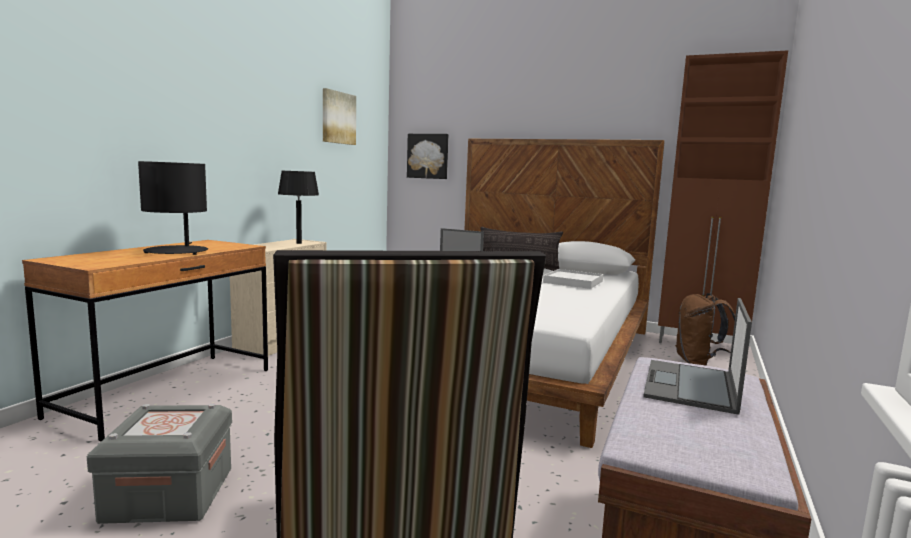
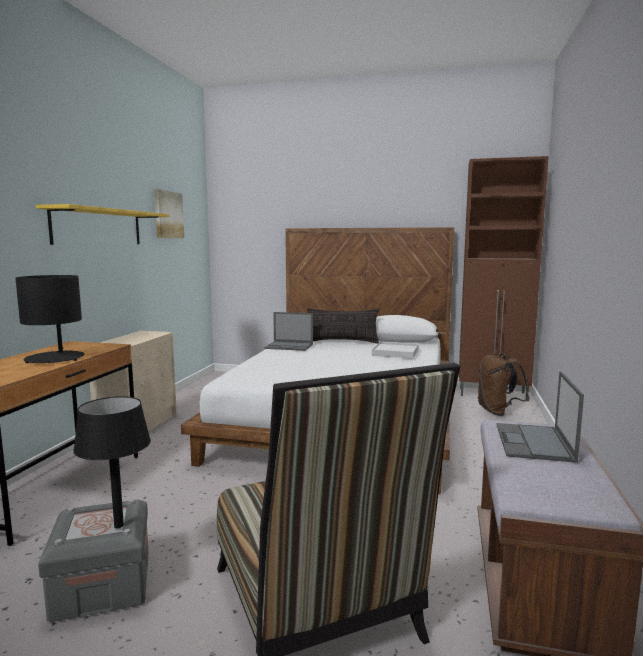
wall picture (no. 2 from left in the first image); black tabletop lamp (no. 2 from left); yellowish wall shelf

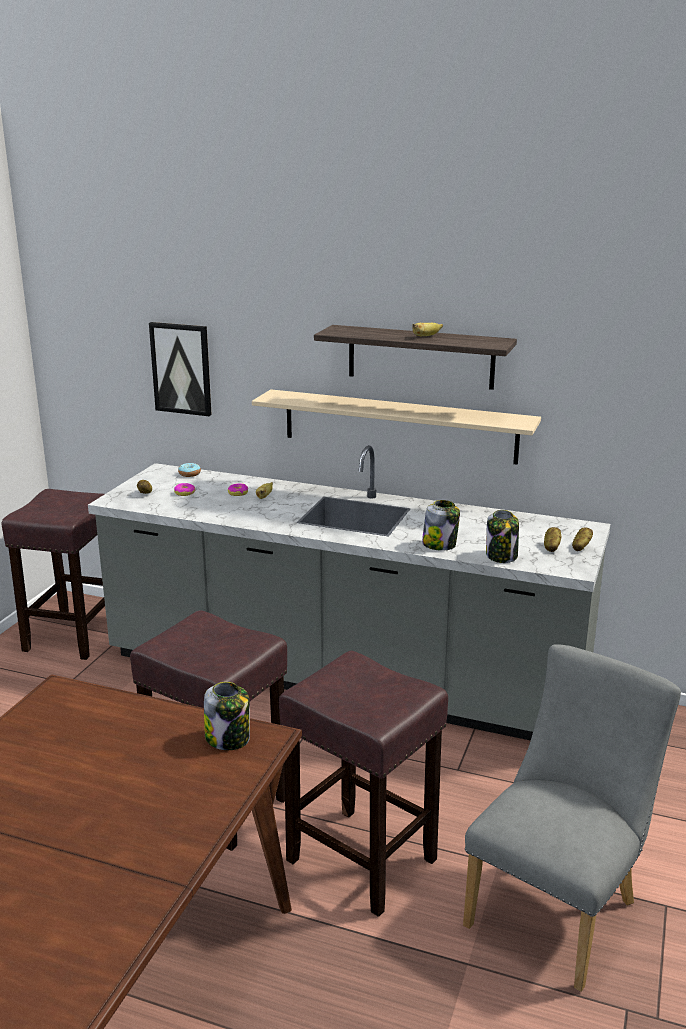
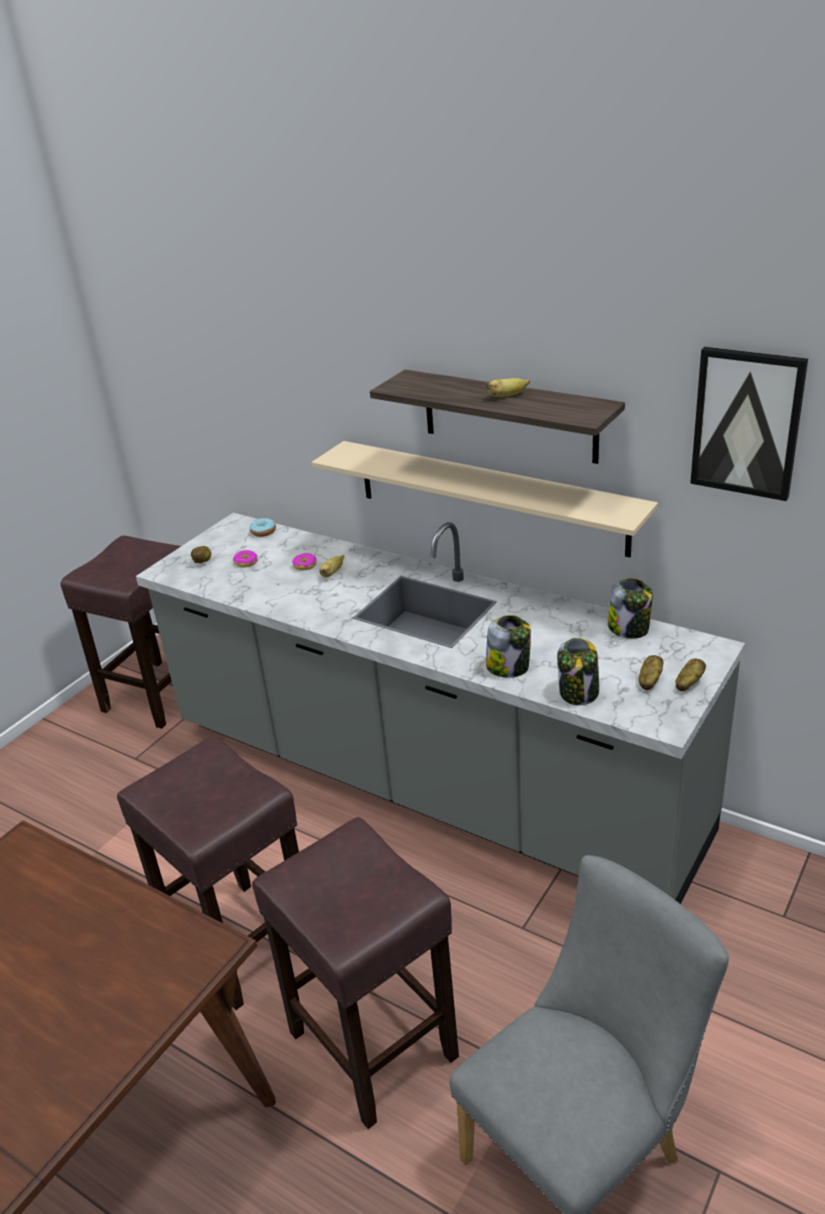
wall picture; preserve jar (no. 3 from left)

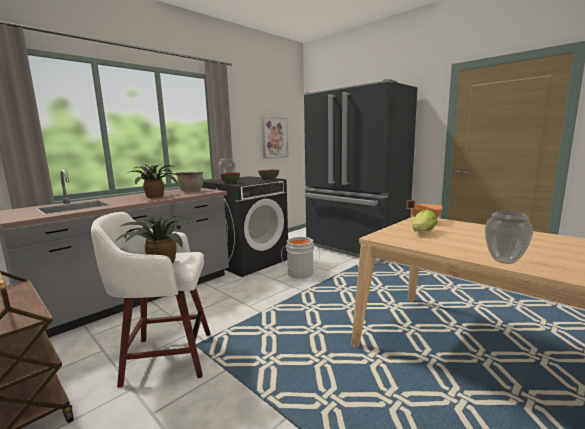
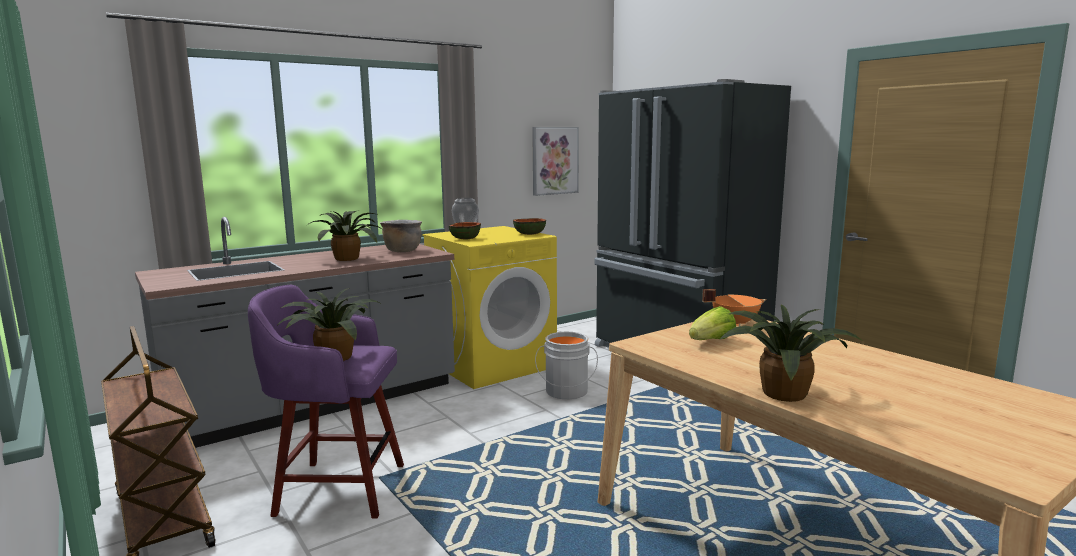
yellowish laundry appliance; plant in a pot (no. 3 from left); purple stool seat

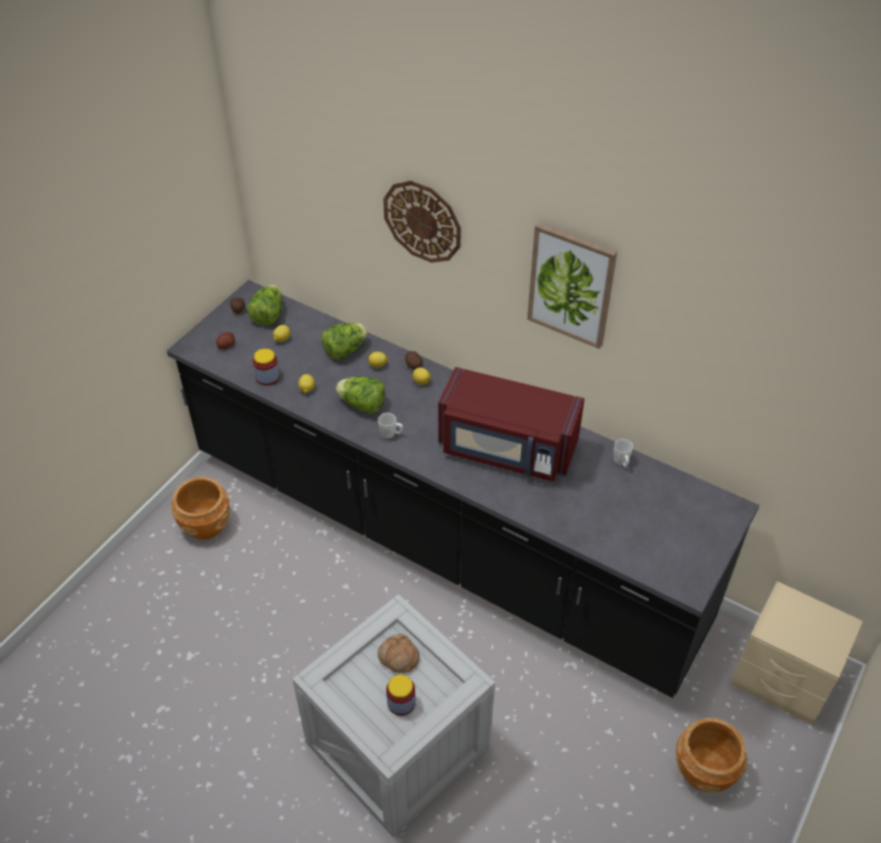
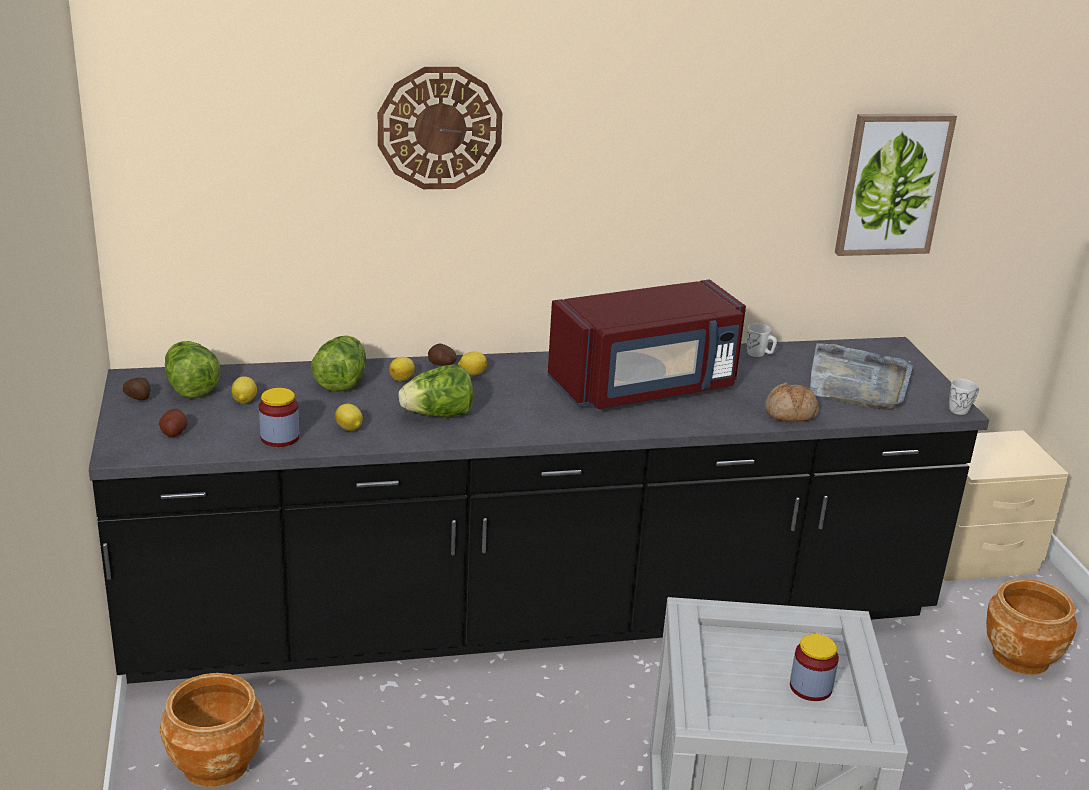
wall picture; whitish coffee mug (no. 2 from left); baked bread; grey carrying tray

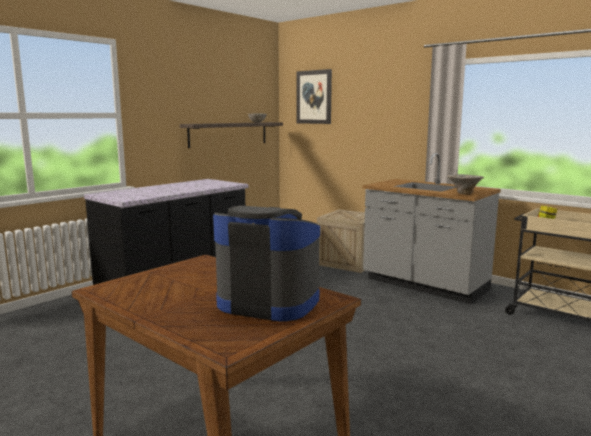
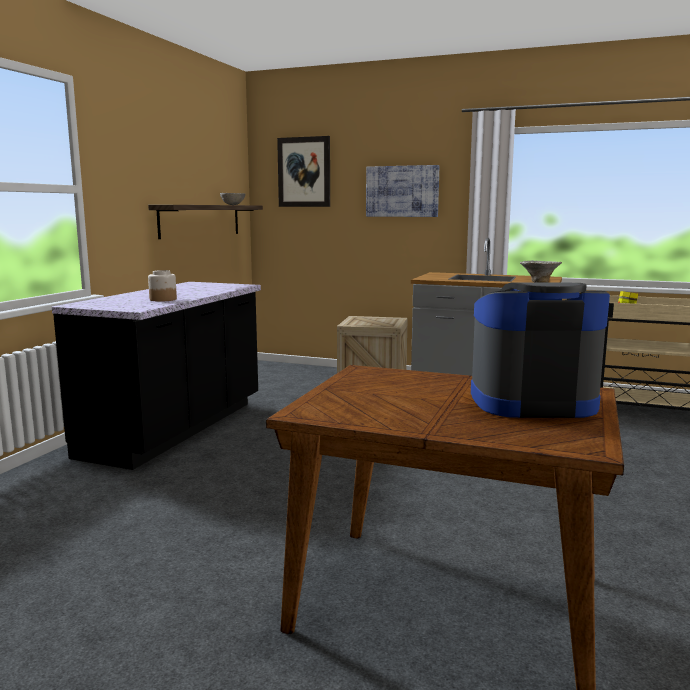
wall picture (no. 2 from left); preserve jar (no. 1 from left)

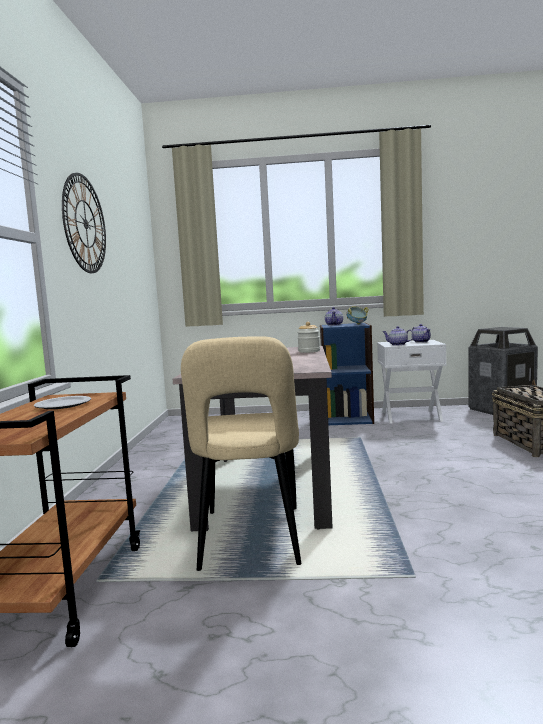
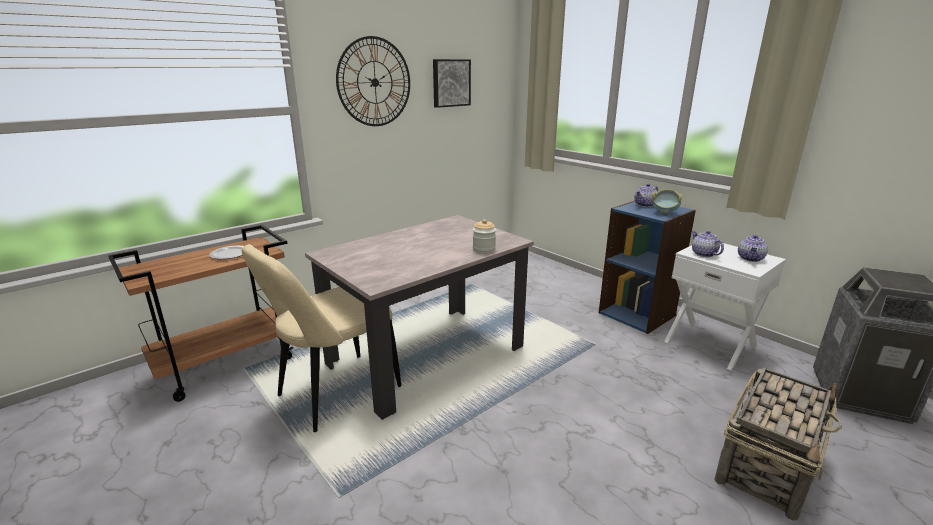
wall picture

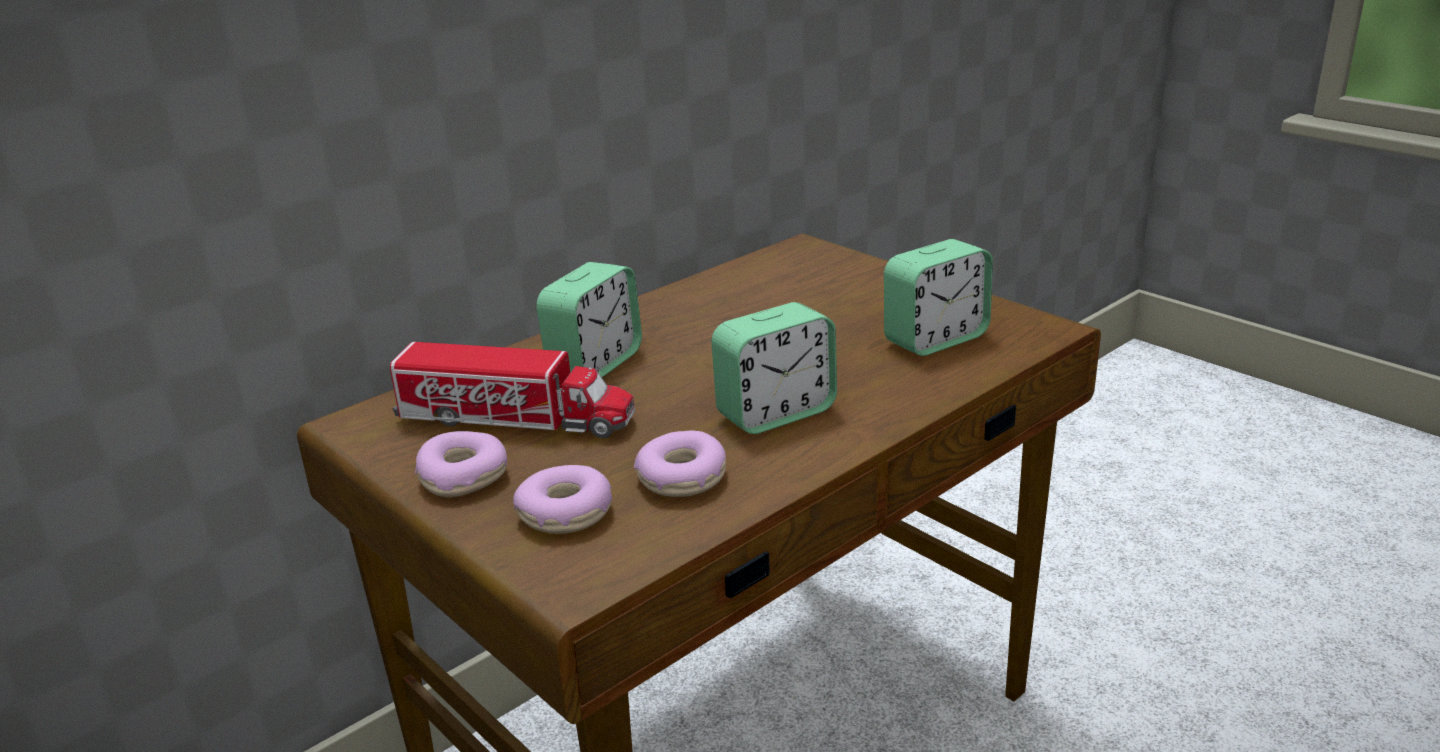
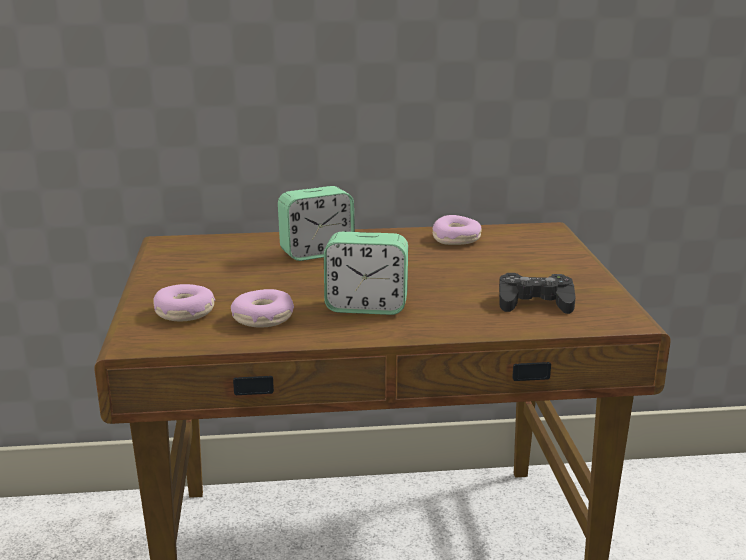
black joypad; toy truck; donut (no. 3 from left)

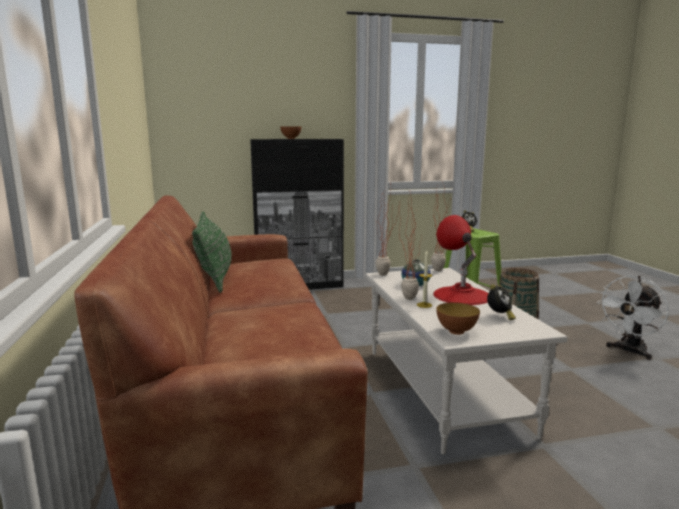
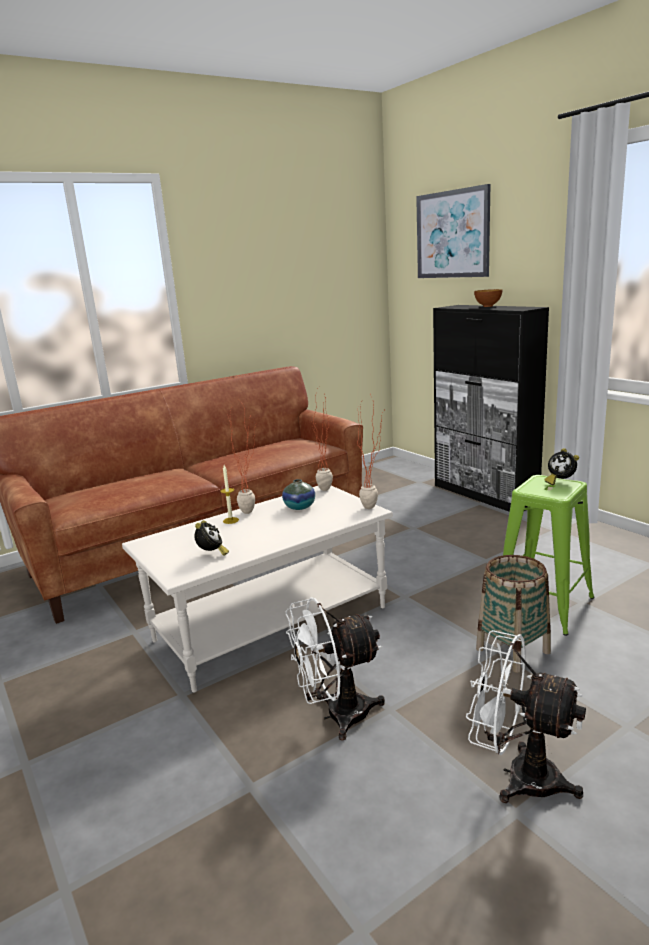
greenish throw pillow; reddish tabletop lamp; alarm clock (no. 1 from left); deep dish (no. 2 from left in the first image); wall picture; whitish electric fan (no. 1 from left)

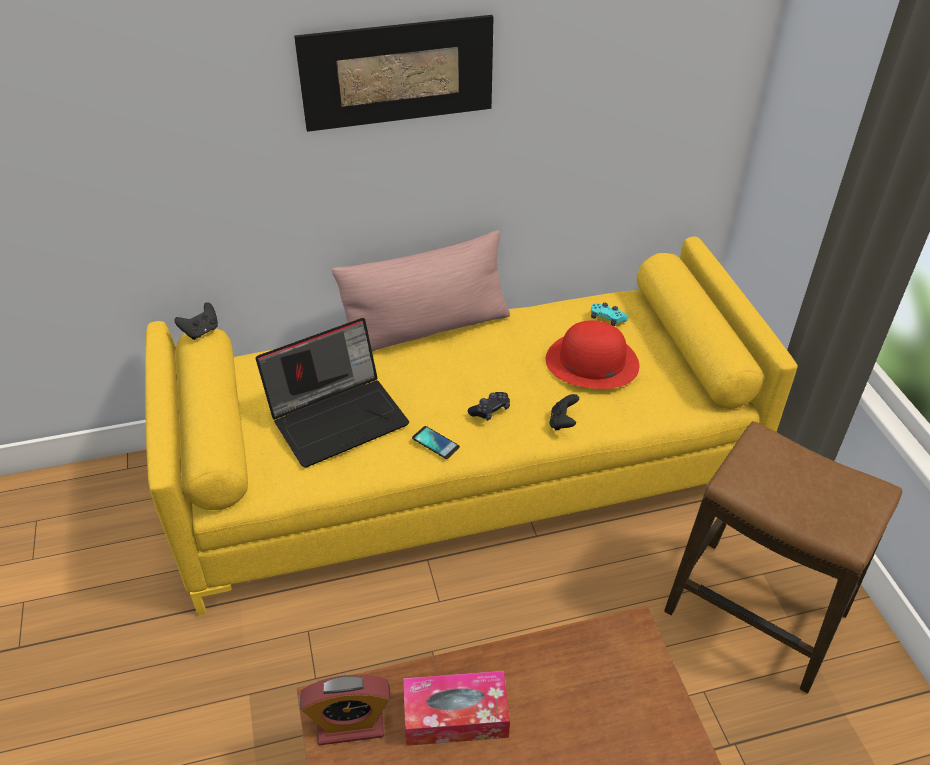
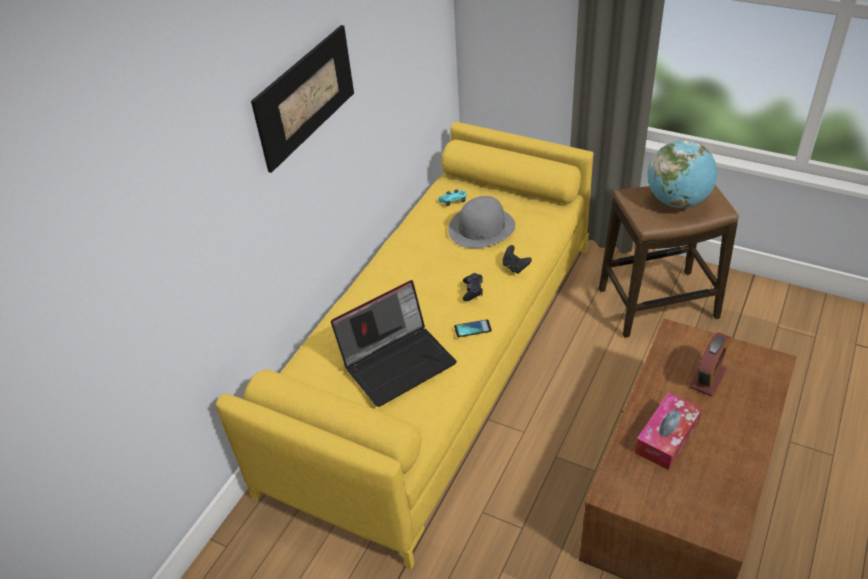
pinkish throw pillow; black joypad (no. 1 from left in the first image); notebook computer; grey wearable hat; alarm clock; globe

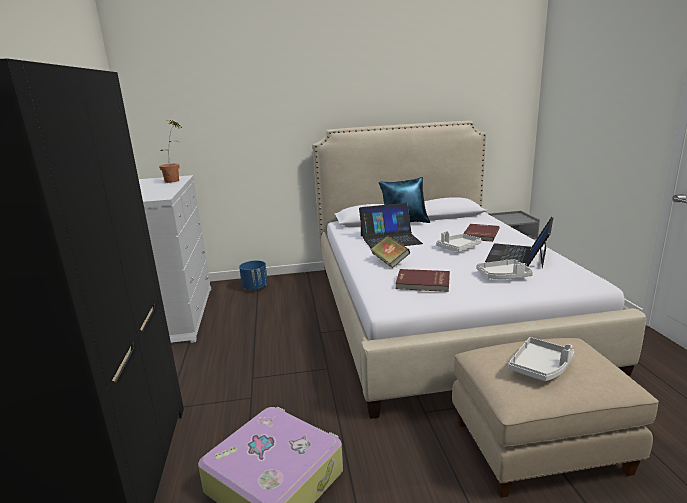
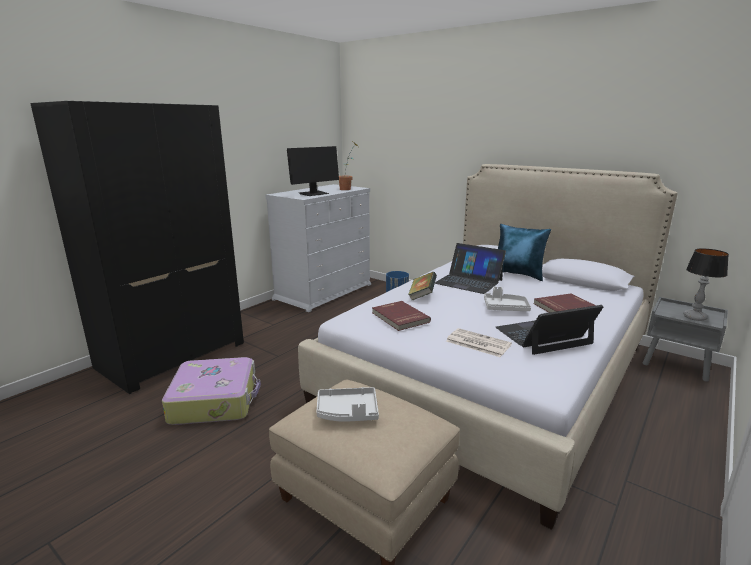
daily paper; computer display; tabletop lamp

